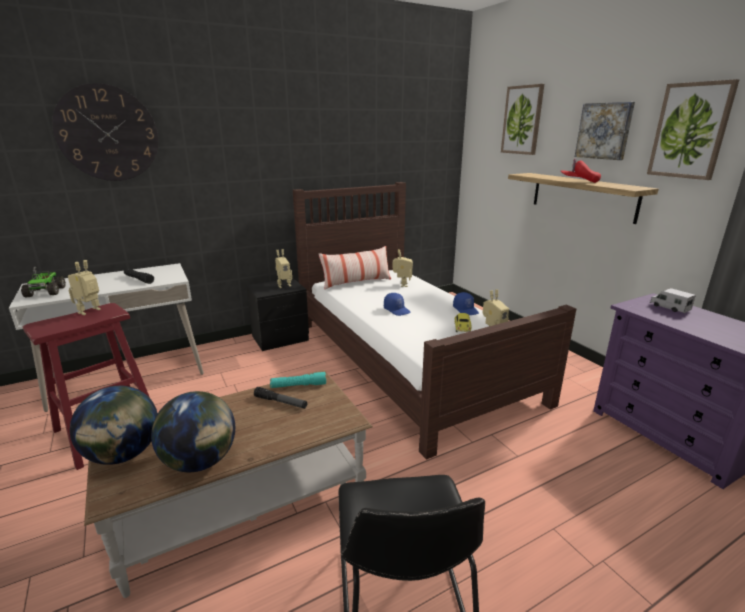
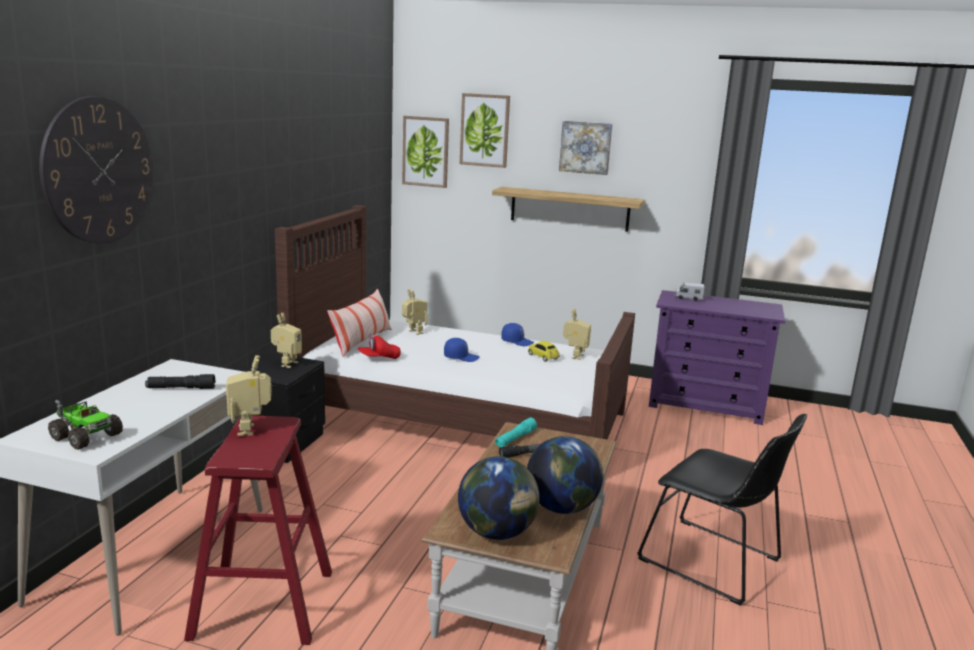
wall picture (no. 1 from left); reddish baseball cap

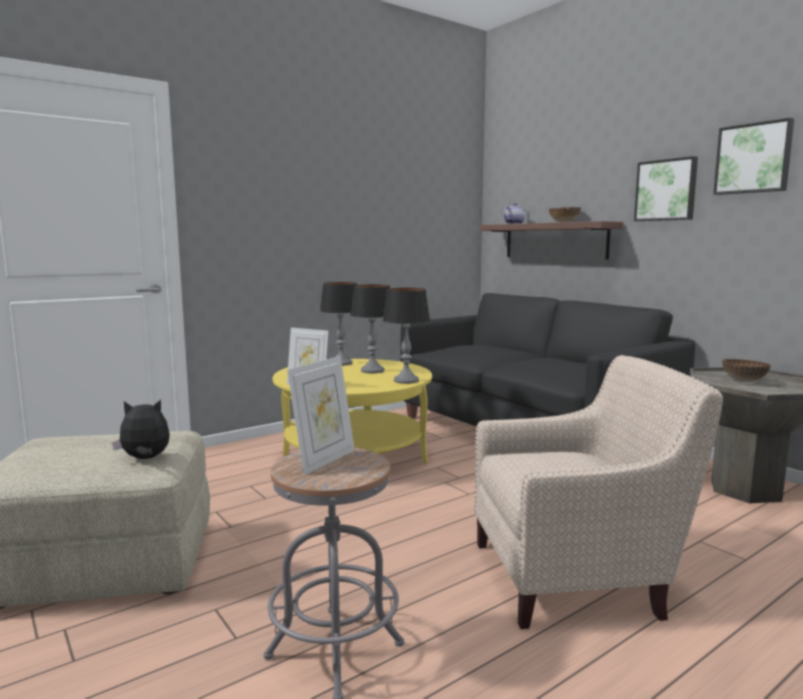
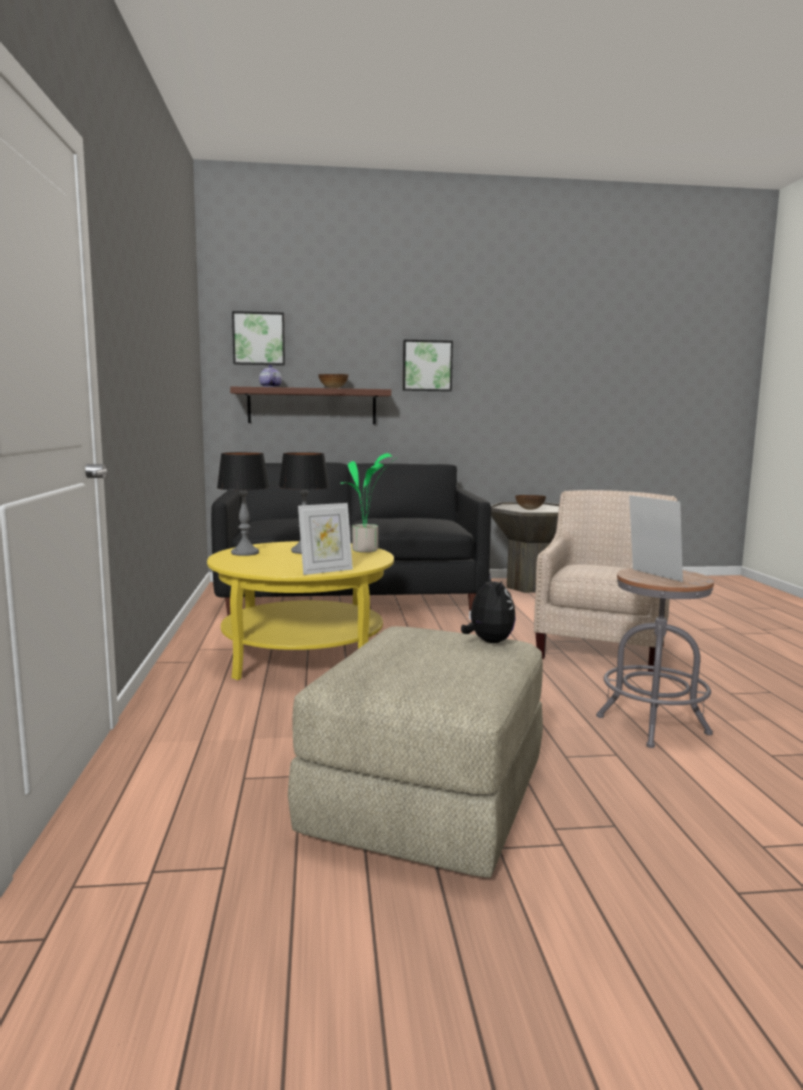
wall picture (no. 1 from left); plant in a pot; cuddly toy

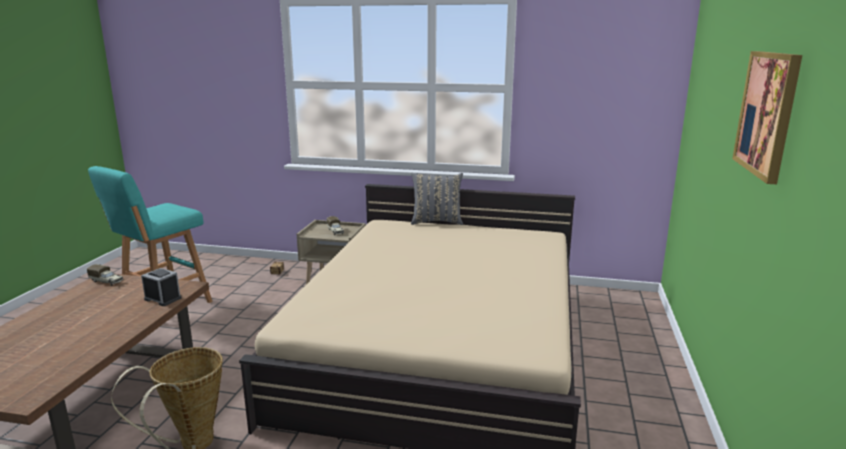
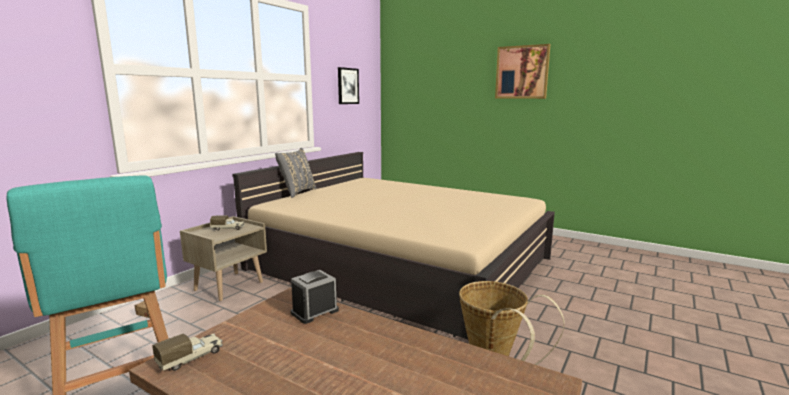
wall picture (no. 1 from left)

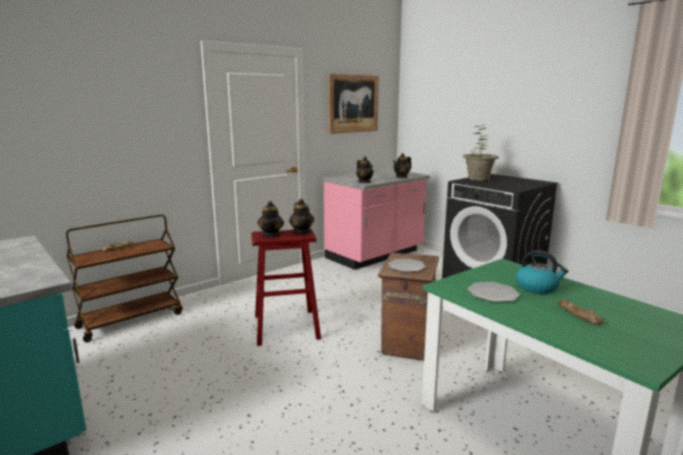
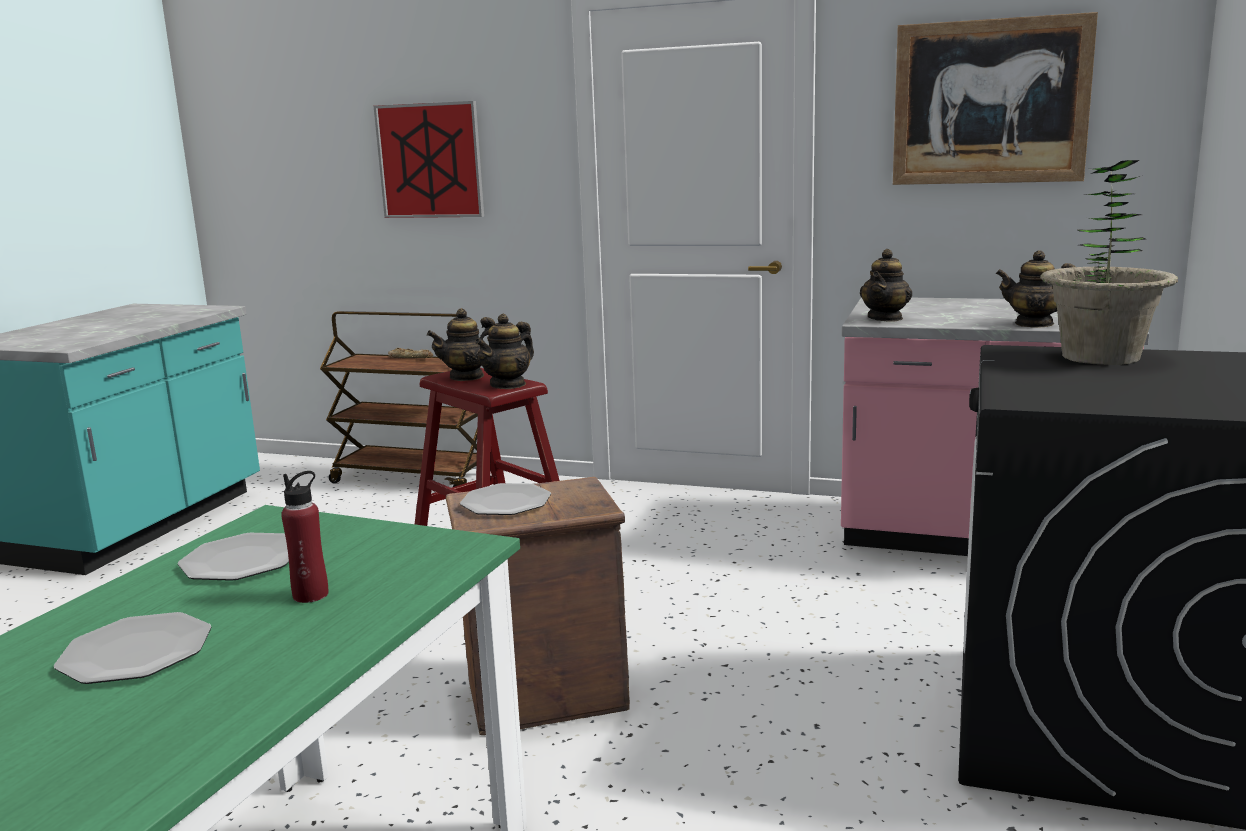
reddish drink bottle; flat dish (no. 1 from left); wall picture (no. 1 from left)

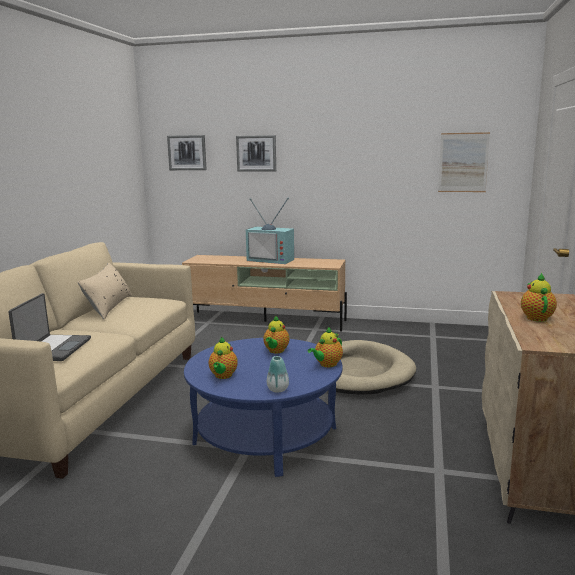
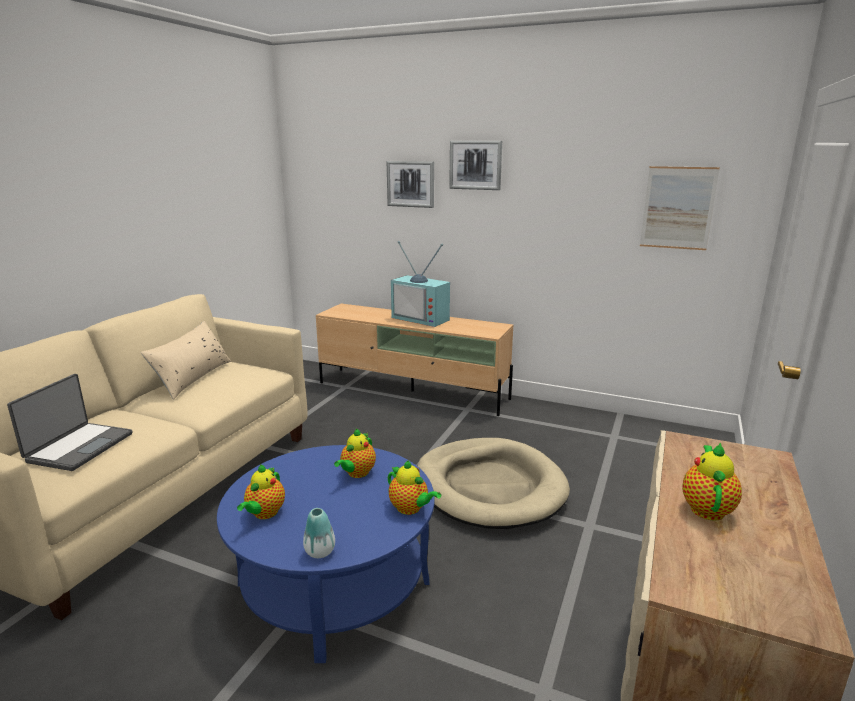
wall picture (no. 2 from left); pot for tea (no. 3 from left)

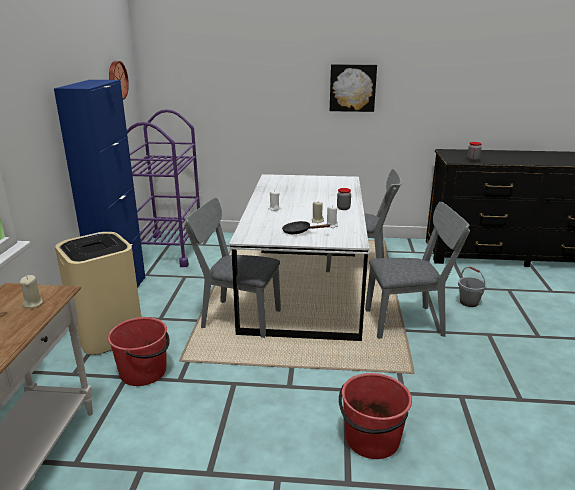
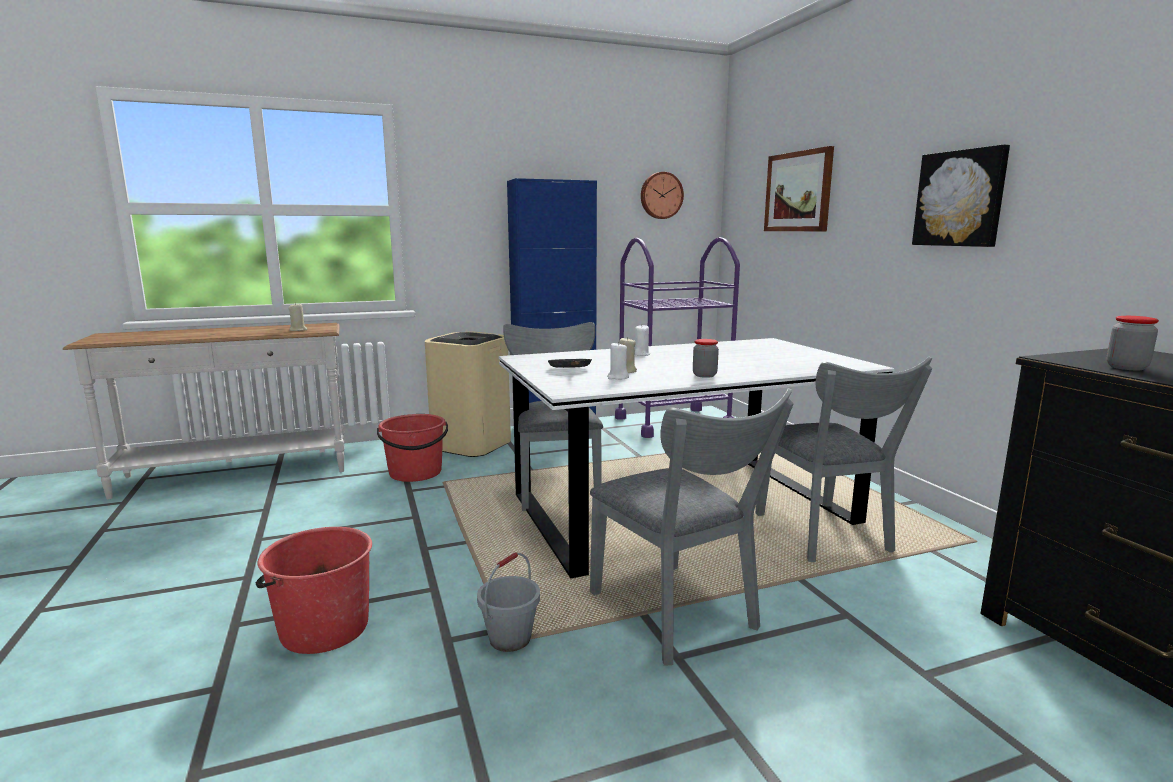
grey water bucket; wall picture (no. 1 from left)

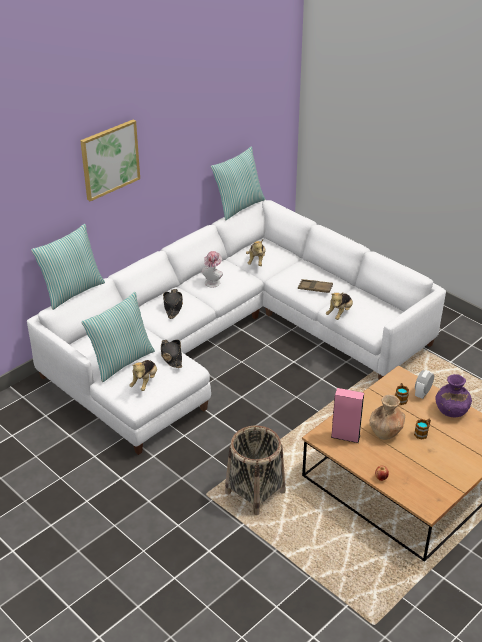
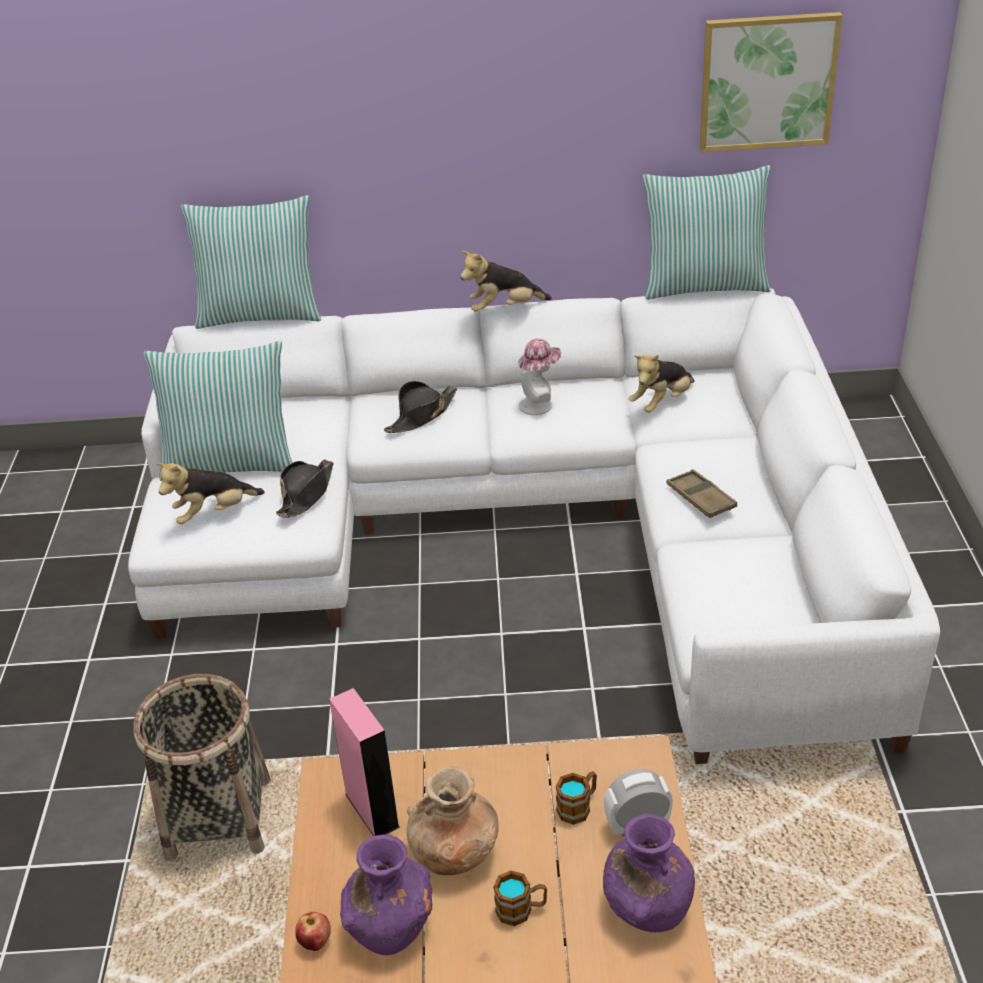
wall picture; cuddly toy (no. 2 from left); purple vase (no. 1 from left)

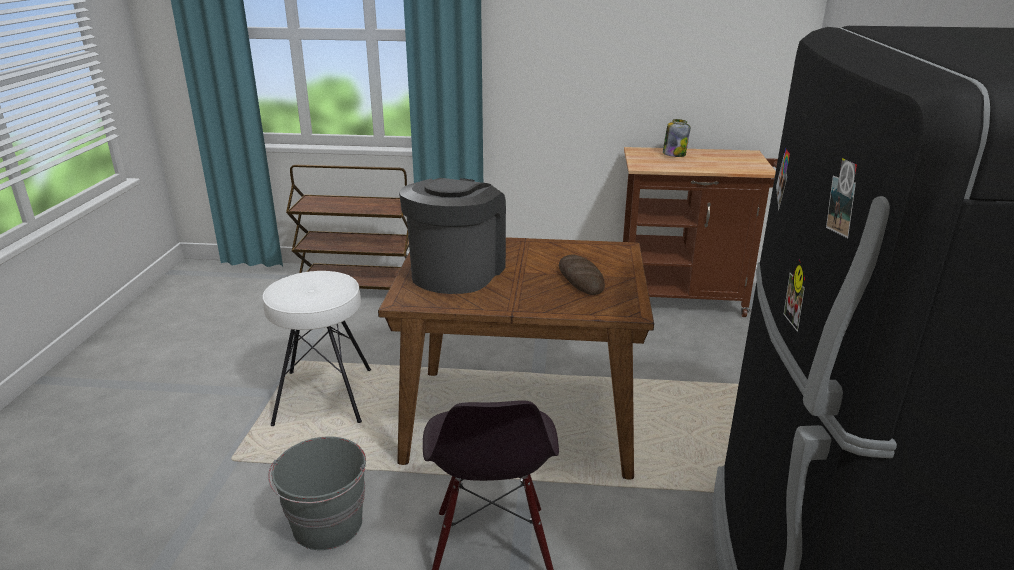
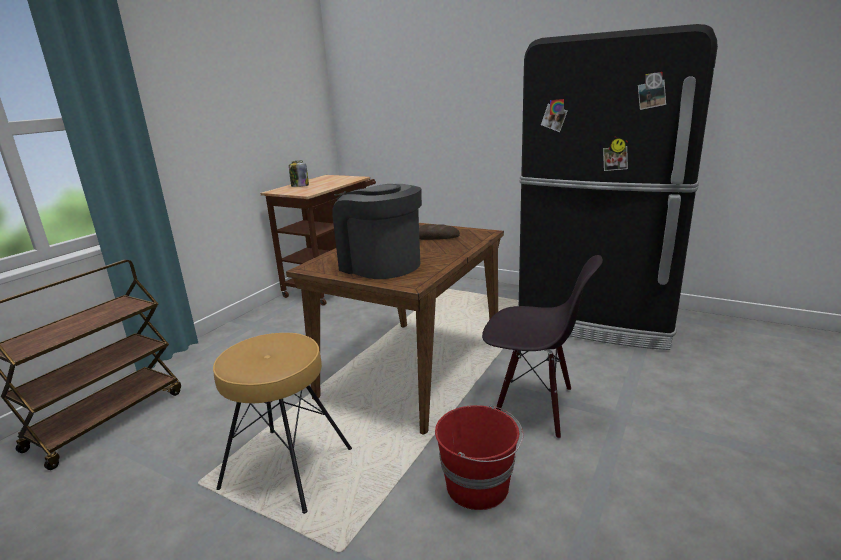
brownish stool seat; reddish water bucket

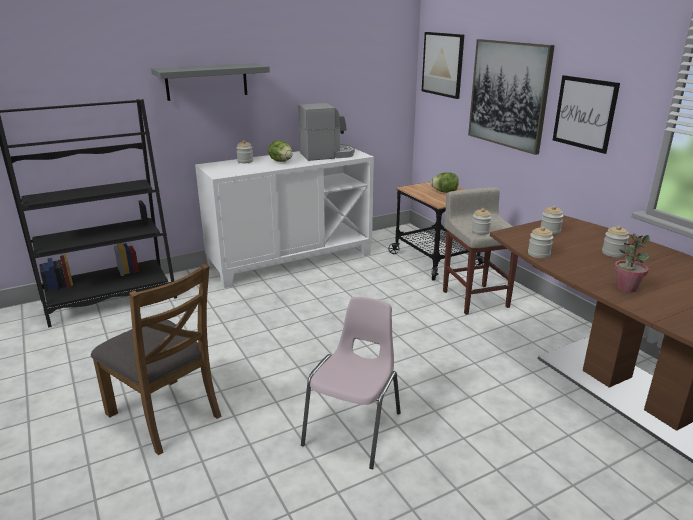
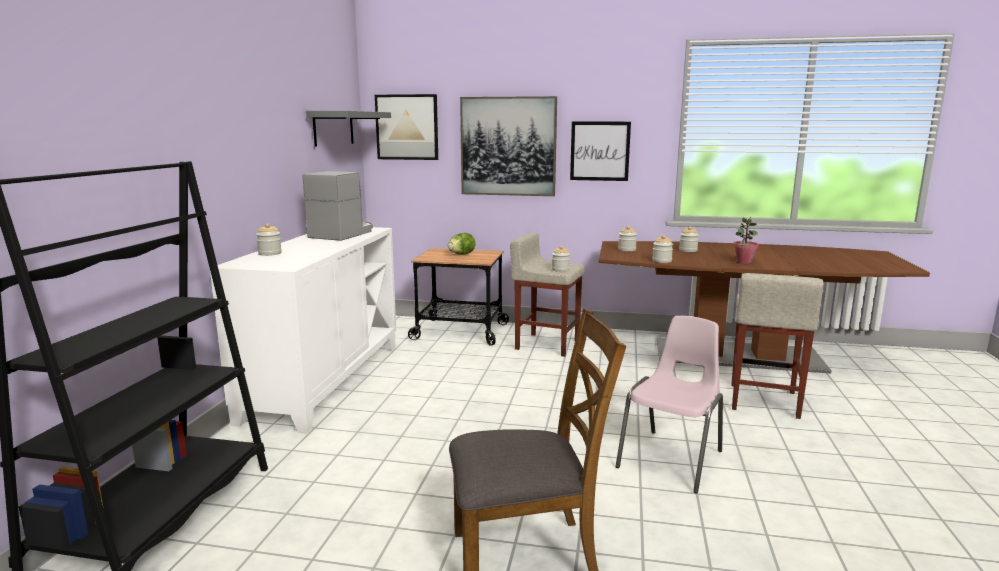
grey wall shelf; lettuce head (no. 1 from left in the first image); pinkish upright chair; beige stool seat (no. 2 from left)

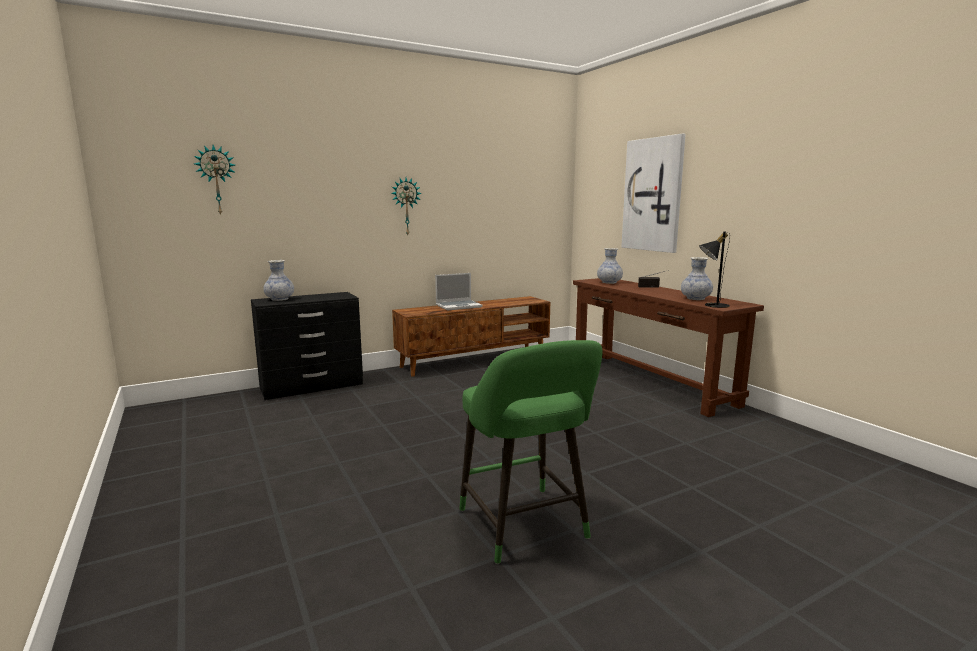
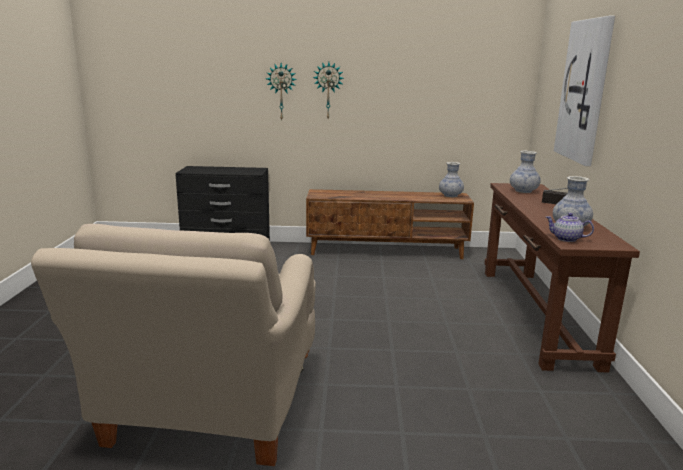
wall clock (no. 1 from left); pot for tea; vase (no. 1 from left); notebook computer; beige lounge chair

